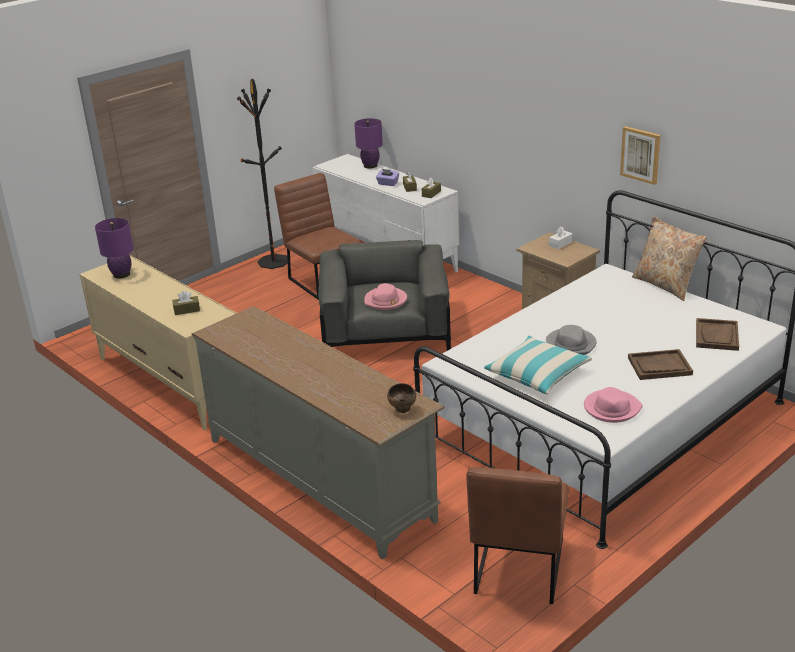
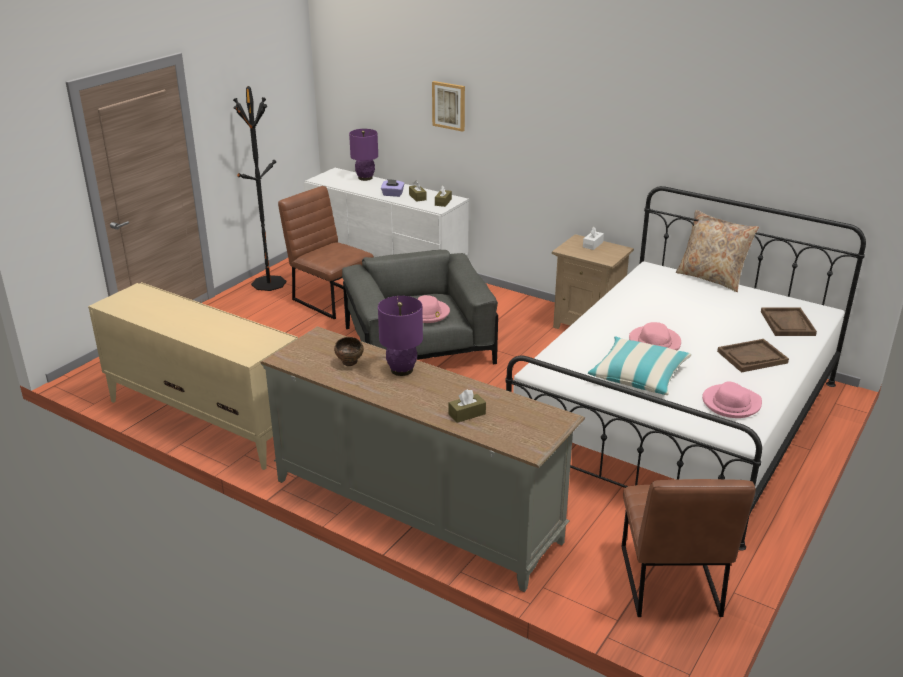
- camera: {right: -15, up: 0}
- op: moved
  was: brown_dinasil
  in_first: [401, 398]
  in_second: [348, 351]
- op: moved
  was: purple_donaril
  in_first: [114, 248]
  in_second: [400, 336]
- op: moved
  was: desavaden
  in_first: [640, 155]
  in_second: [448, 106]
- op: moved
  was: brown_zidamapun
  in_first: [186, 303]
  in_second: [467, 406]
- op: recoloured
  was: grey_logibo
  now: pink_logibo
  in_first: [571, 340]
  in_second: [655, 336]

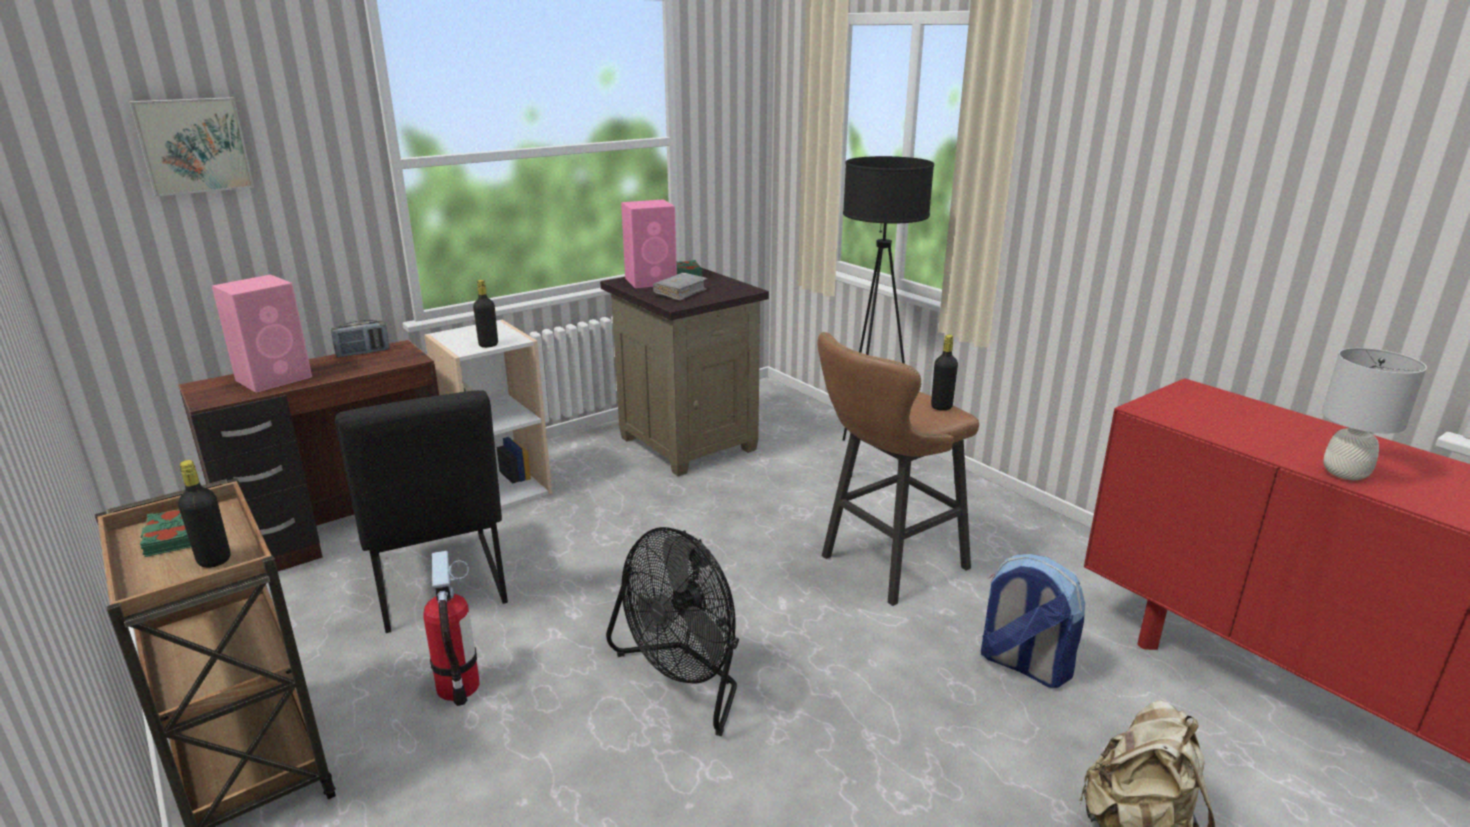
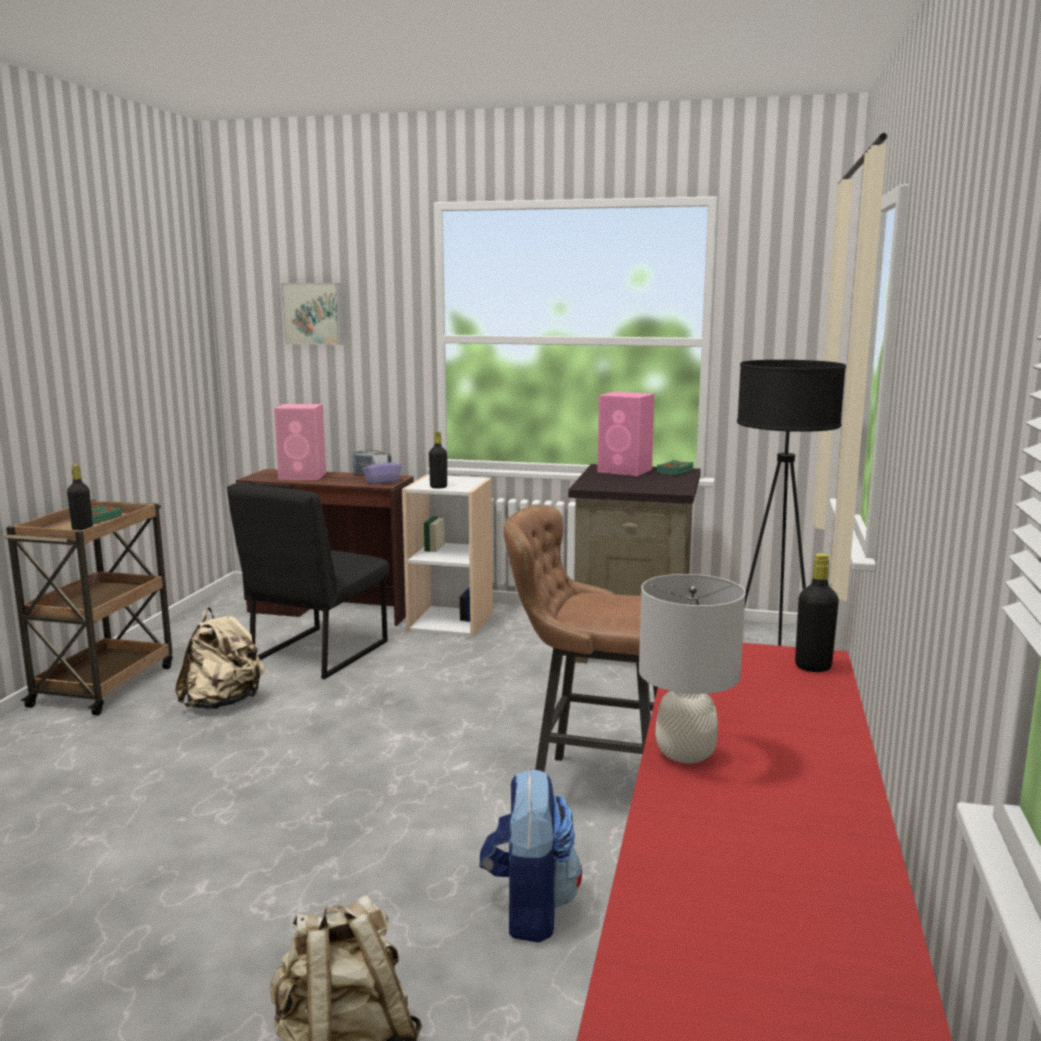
- camera: {right: 50, up: -10}
- op: replaced
  was: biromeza
  now: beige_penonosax
  in_first: [451, 628]
  in_second: [220, 658]
- op: added
  now: purple_zidamapun
  in_second: [381, 469]
- op: moved
  was: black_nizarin
  in_first: [944, 373]
  in_second: [817, 612]
- op: removed
  was: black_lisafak
  in_first: [672, 631]
- op: removed
  was: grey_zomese
  in_first: [680, 287]

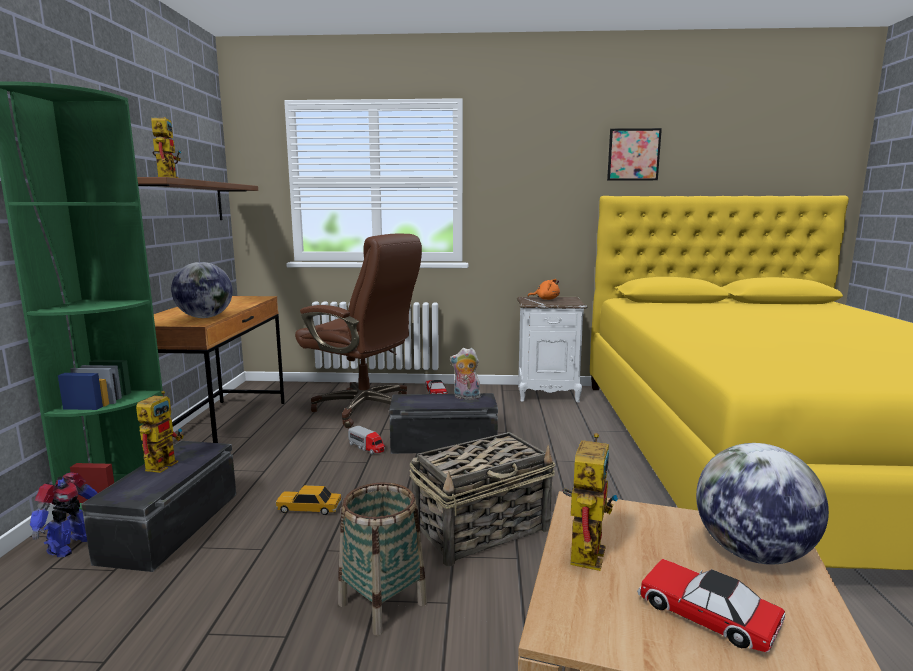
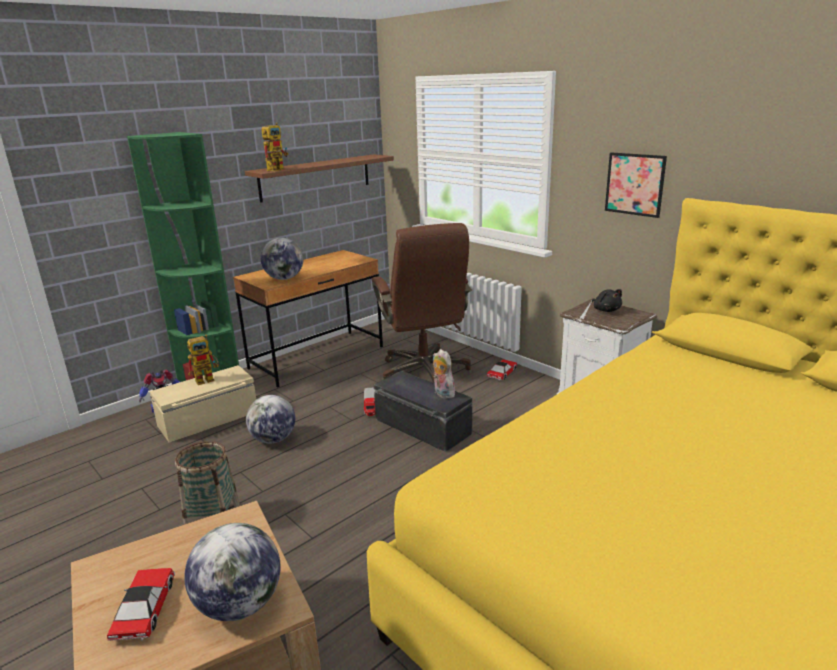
- camera: {right: 45, up: 10}
- op: recoloured
  was: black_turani
  now: beige_turani
  in_first: [158, 506]
  in_second: [202, 404]
- op: replaced
  was: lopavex
  now: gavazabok
  in_first: [309, 500]
  in_second: [270, 419]
- op: recoloured
  was: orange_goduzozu
  now: black_goduzozu
  in_first: [544, 289]
  in_second: [607, 300]
- op: moved
  was: desavaden
  in_first: [634, 154]
  in_second: [636, 185]
- op: removed
  was: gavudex
  in_first: [482, 499]
- op: removed
  was: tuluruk
  in_first: [590, 502]

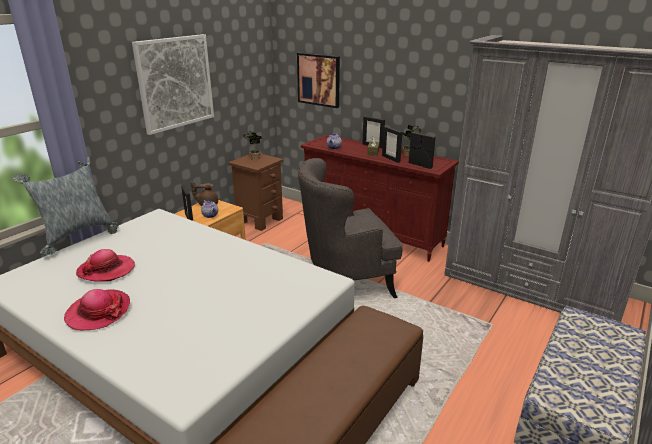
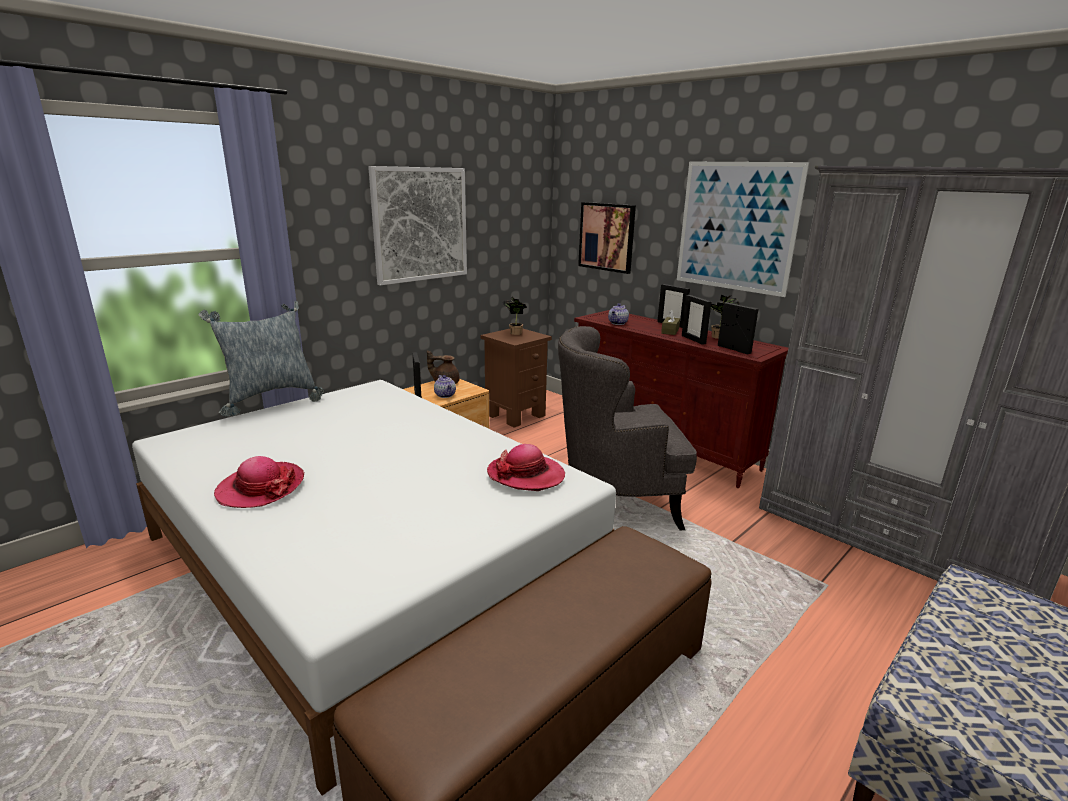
- camera: {right: 10, up: -5}
- op: moved
  was: logibo
  in_first: [105, 265]
  in_second: [526, 467]
- op: added
  now: desavaden
  in_second: [743, 229]

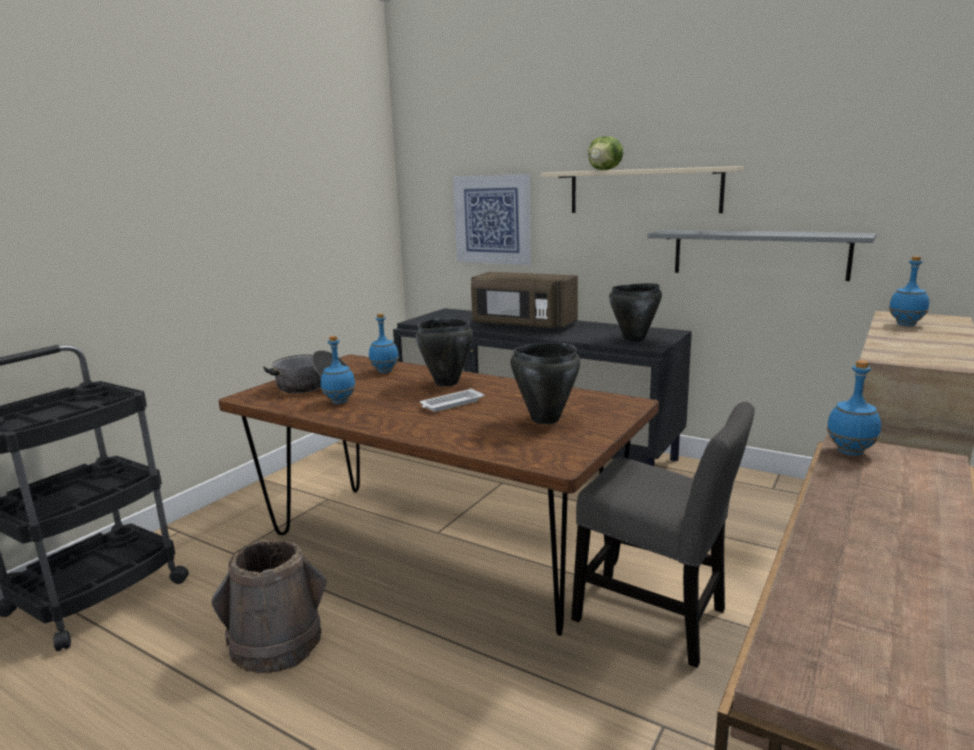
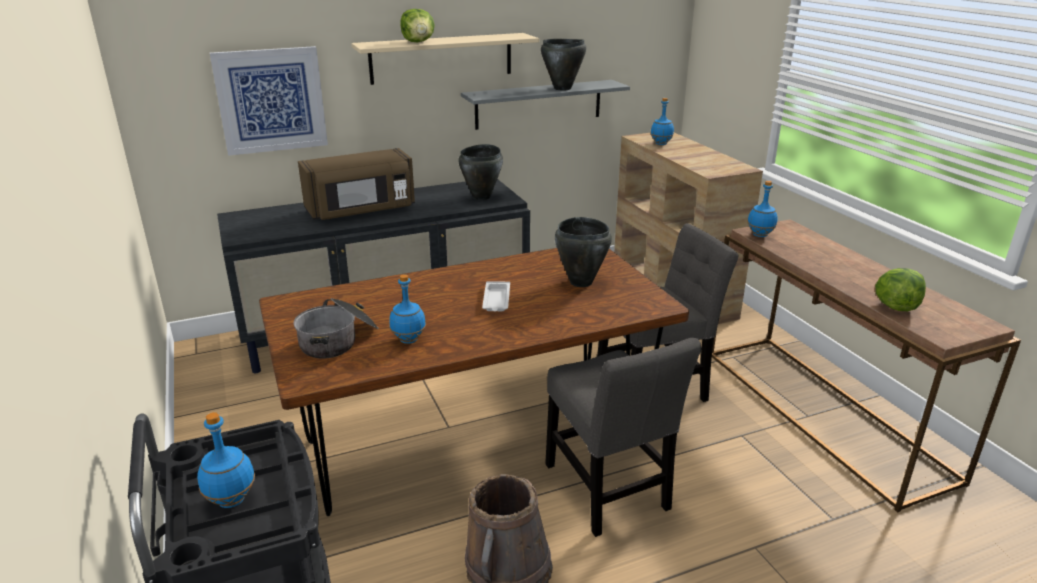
- camera: {right: -55, up: 10}
- op: moved
  was: blue_nizarin
  in_first: [384, 343]
  in_second: [226, 460]
- op: moved
  was: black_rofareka
  in_first: [444, 352]
  in_second: [563, 64]
- op: added
  now: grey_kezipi
  in_second: [623, 437]
- op: added
  now: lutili
  in_second: [900, 289]

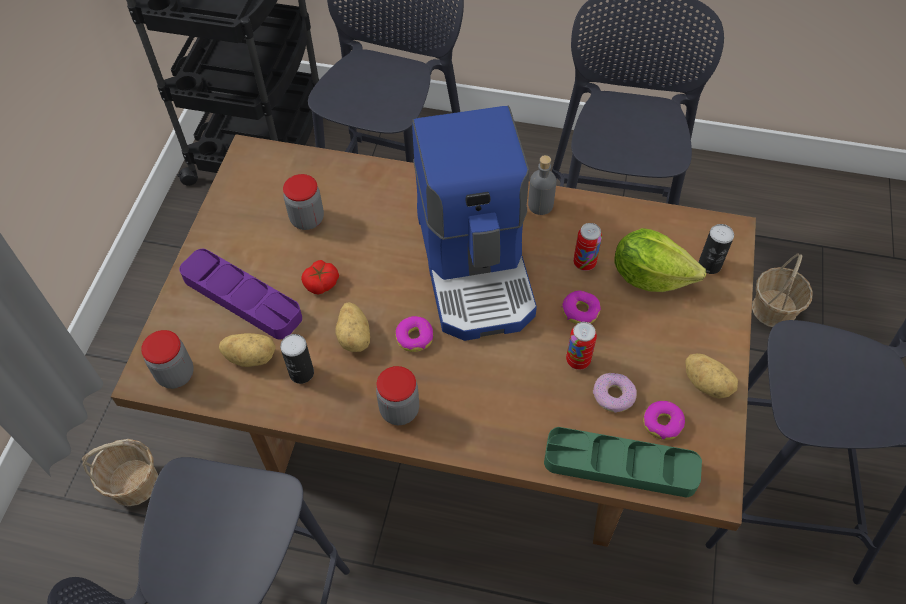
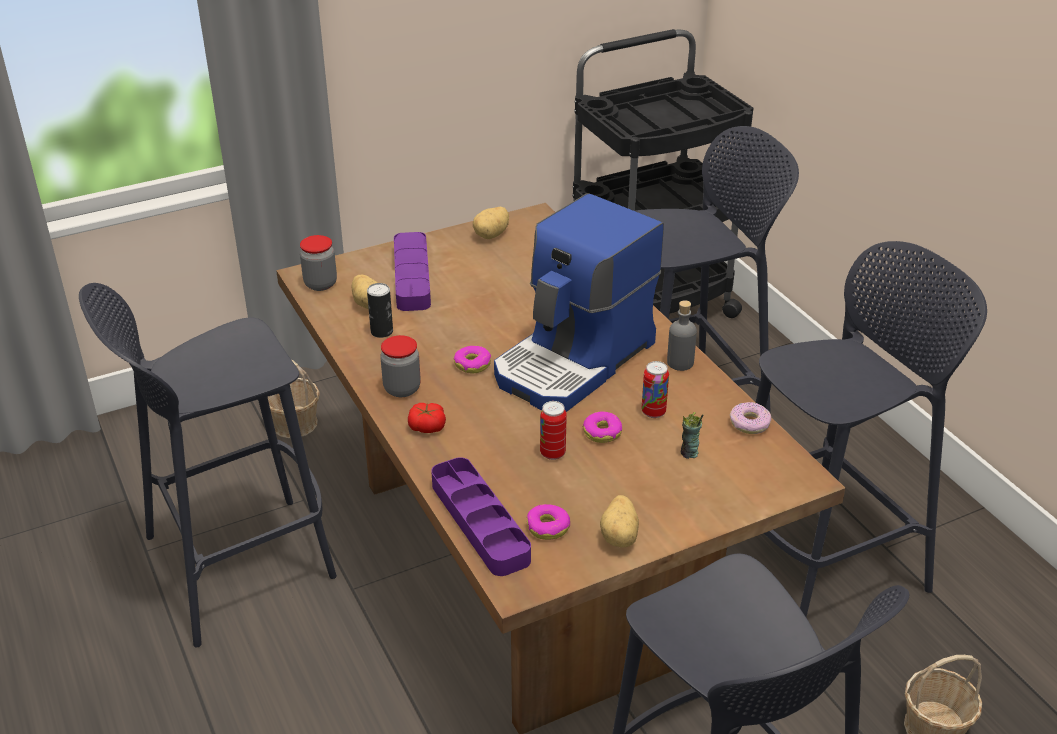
- camera: {right: 50, up: -20}
- op: moved
  was: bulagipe
  in_first: [320, 277]
  in_second: [427, 418]
- op: recoloured
  was: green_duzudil
  now: purple_duzudil
  in_first: [623, 462]
  in_second: [481, 516]
- op: moved
  was: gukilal
  in_first: [352, 327]
  in_second: [491, 223]
- op: replaced
  was: lutili
  now: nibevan
  in_first: [660, 260]
  in_second: [692, 435]
- op: moved
  was: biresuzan
  in_first: [615, 393]
  in_second: [750, 418]
- op: removed
  was: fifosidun
  in_first: [303, 202]
- op: removed
  was: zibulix
  in_first: [716, 249]

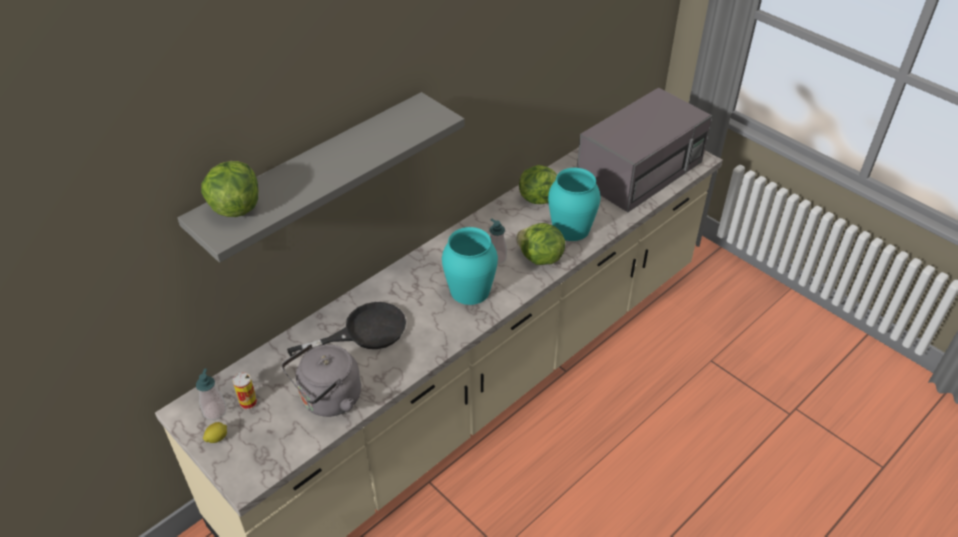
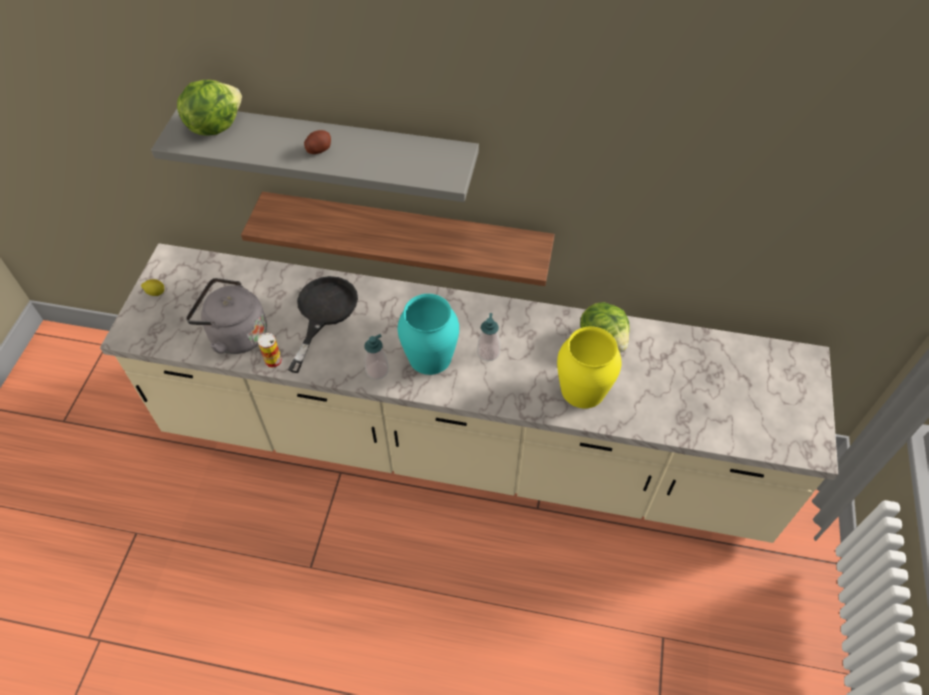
- camera: {right: 55, up: 10}
- op: added
  now: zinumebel
  in_second: [398, 239]
- op: moved
  was: zibulix
  in_first: [245, 391]
  in_second: [270, 350]
- op: turned
  was: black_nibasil
  in_first: [346, 329]
  in_second: [323, 324]
  clockwise: -105
- op: added
  now: gukilal
  in_second: [317, 142]
- op: moved
  was: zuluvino
  in_first: [211, 394]
  in_second: [376, 356]
- op: recoloured
  was: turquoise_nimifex
  now: yellow_nimifex
  in_first: [574, 204]
  in_second: [589, 367]
- op: removed
  was: lutili
  in_first: [540, 244]
- op: removed
  was: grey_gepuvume
  in_first: [644, 149]

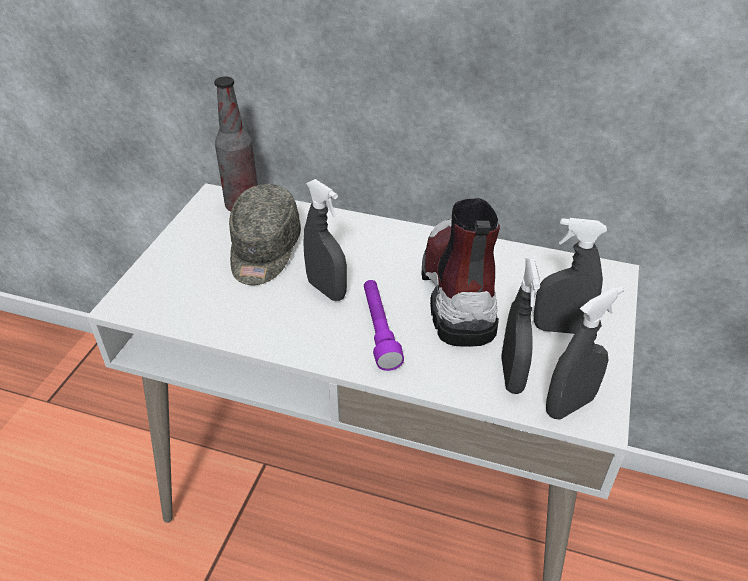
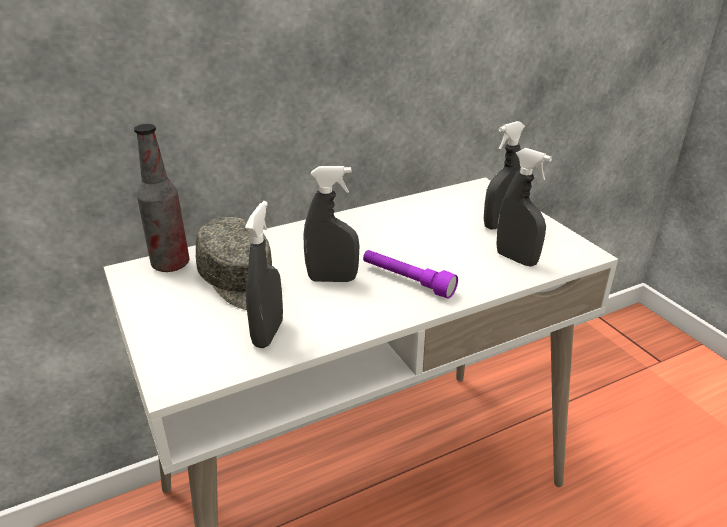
- camera: {right: -45, up: -10}
- op: moved
  was: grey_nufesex
  in_first: [585, 353]
  in_second: [264, 274]
- op: removed
  was: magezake
  in_first: [460, 272]

